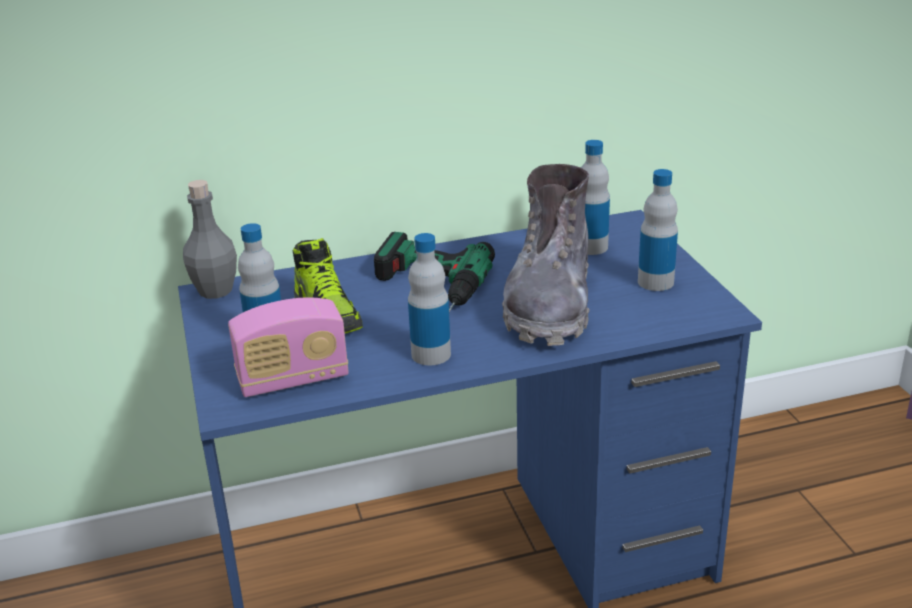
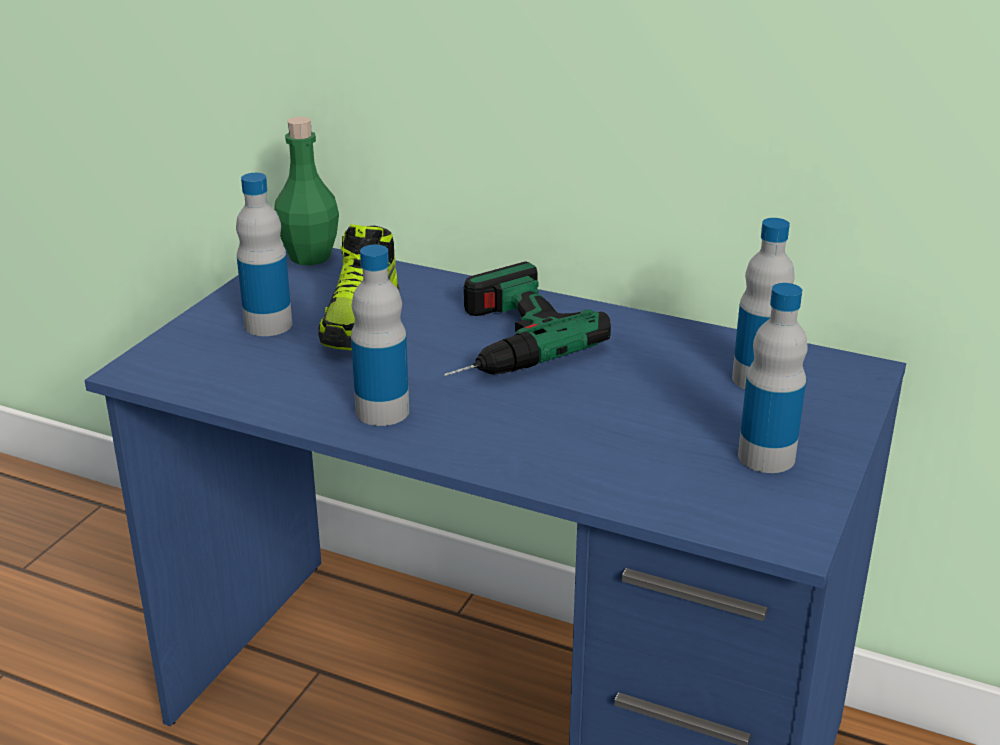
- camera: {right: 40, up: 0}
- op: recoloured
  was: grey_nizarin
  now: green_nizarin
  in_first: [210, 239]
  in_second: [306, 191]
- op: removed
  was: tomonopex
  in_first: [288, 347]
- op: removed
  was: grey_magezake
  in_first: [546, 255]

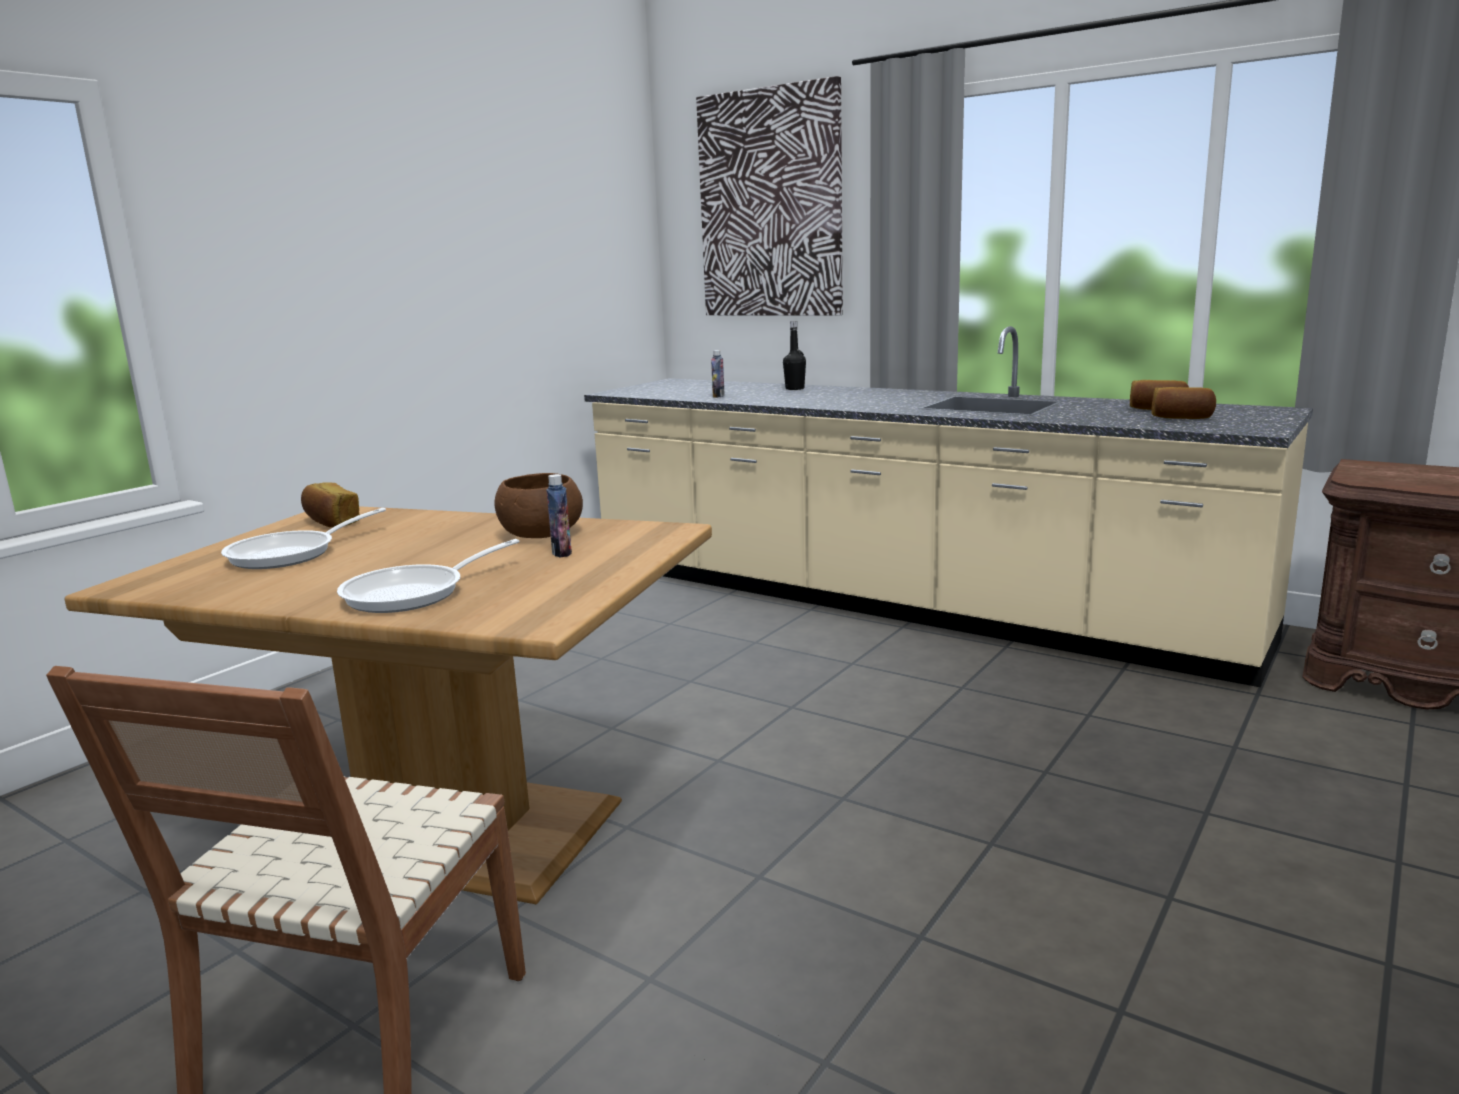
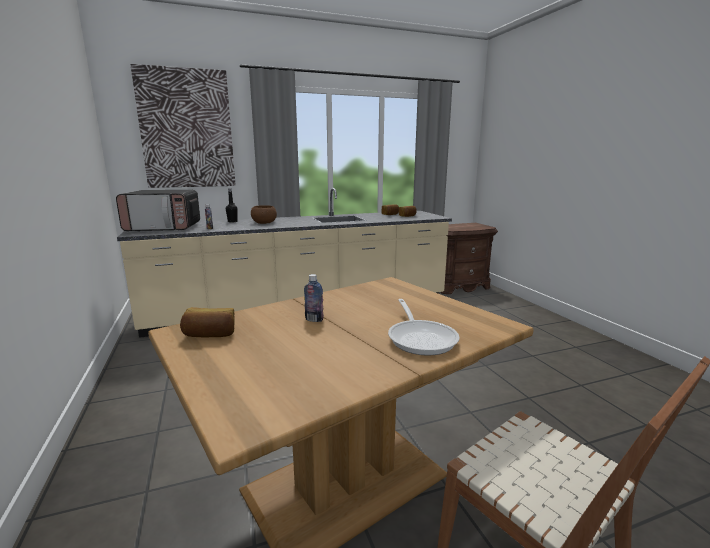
- camera: {right: -55, up: 0}
- op: added
  now: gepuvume
  in_second: [158, 210]
- op: moved
  was: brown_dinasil
  in_first: [539, 505]
  in_second: [264, 214]
- op: moved
  was: nizarin
  in_first: [559, 516]
  in_second: [314, 298]
- op: removed
  was: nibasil
  in_first: [303, 538]

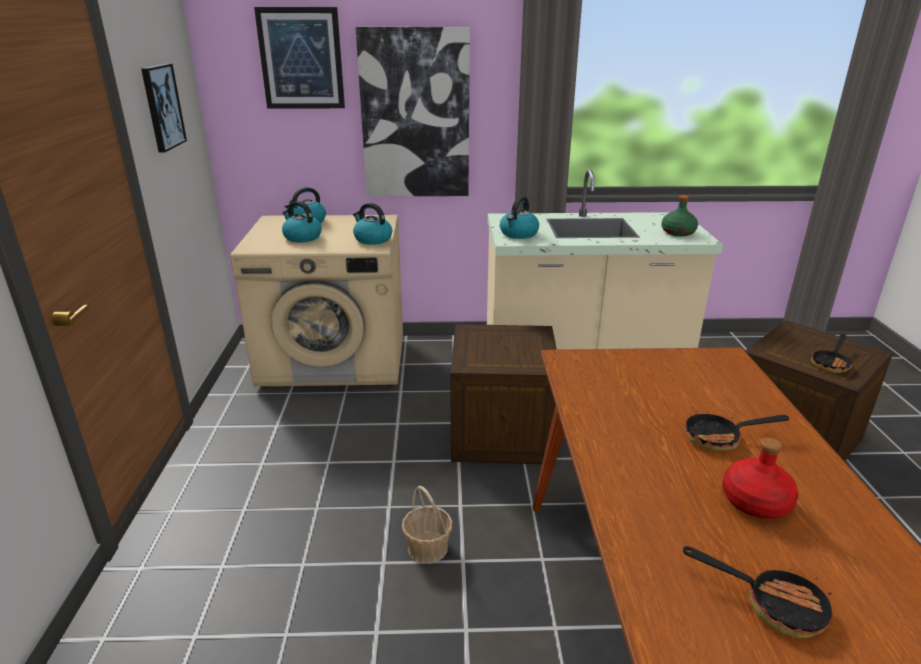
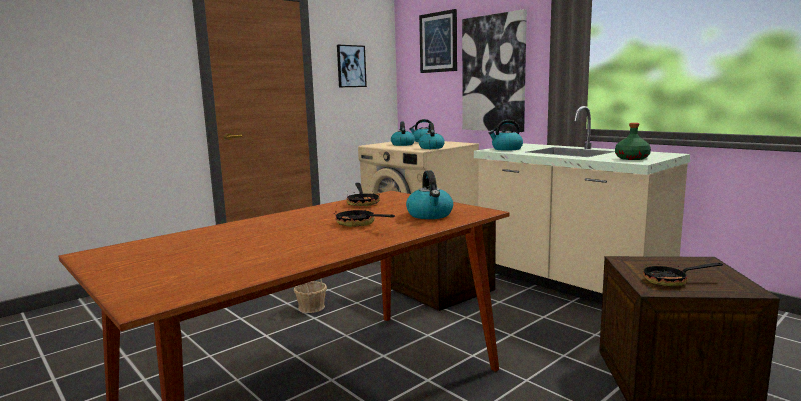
- camera: {right: 50, up: -15}
- op: moved
  was: nibasil
  in_first: [759, 592]
  in_second: [363, 194]
- op: added
  now: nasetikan
  in_second: [429, 194]
- op: removed
  was: red_nizarin
  in_first: [760, 478]

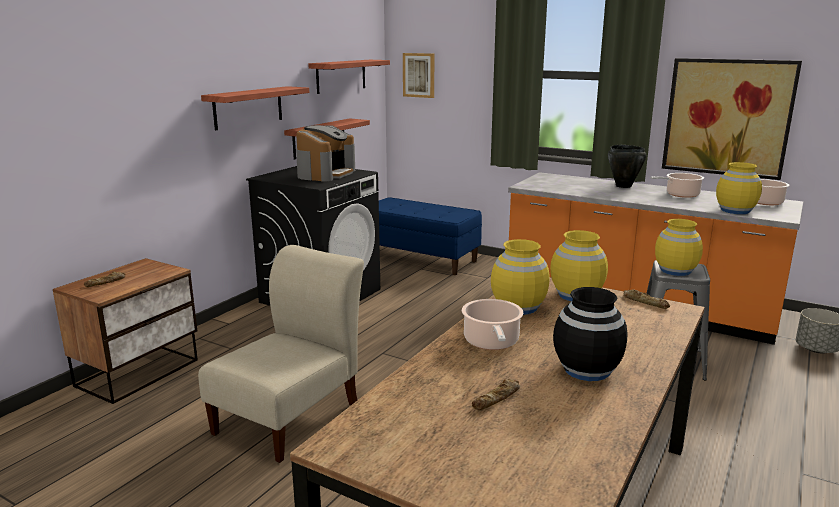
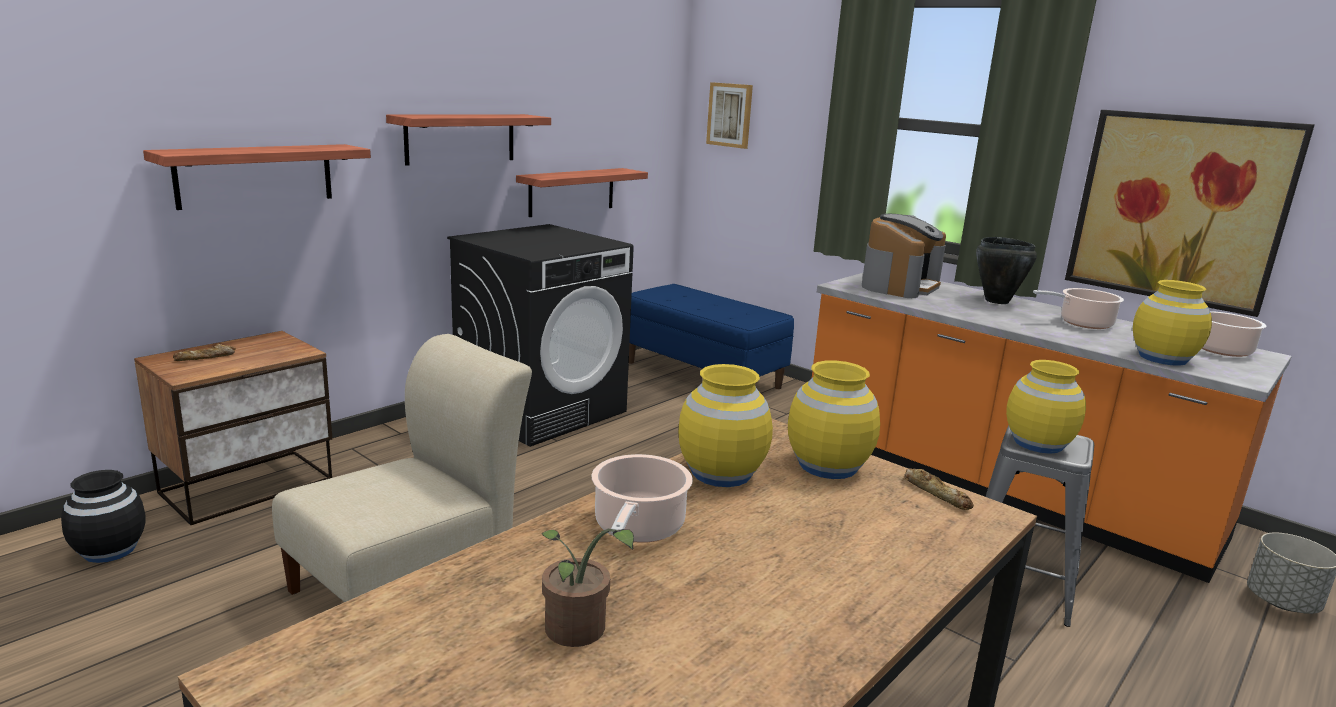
- camera: {right: 10, up: 0}
- op: moved
  was: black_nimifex
  in_first: [590, 334]
  in_second: [103, 516]
- op: moved
  was: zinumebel
  in_first: [349, 77]
  in_second: [257, 177]
- op: replaced
  was: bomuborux
  now: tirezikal
  in_first: [496, 394]
  in_second: [588, 588]
- op: moved
  was: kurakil
  in_first: [325, 153]
  in_second: [904, 256]

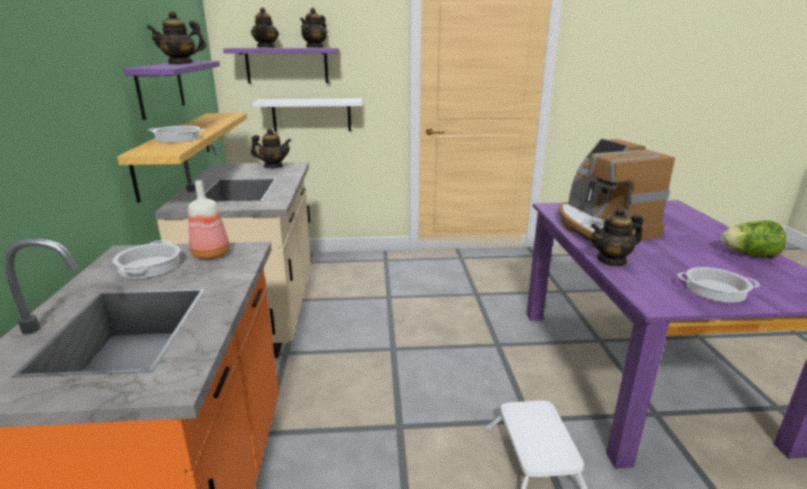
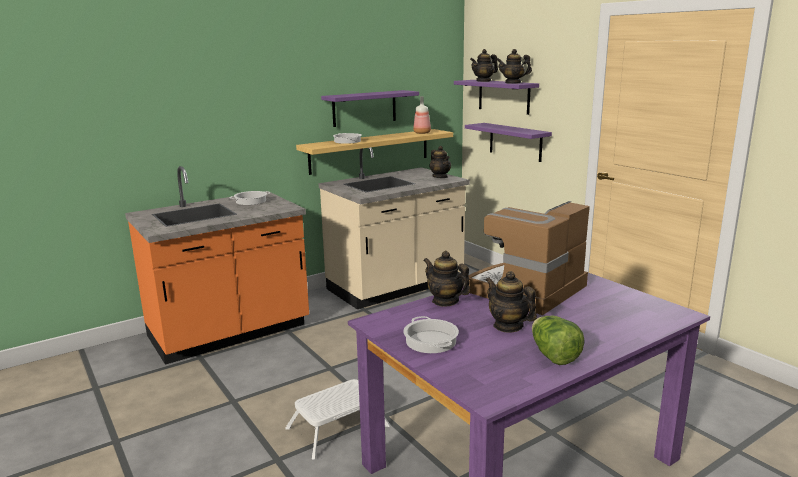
- camera: {right: 60, up: -5}
- op: moved
  was: nizarin
  in_first: [209, 219]
  in_second: [422, 115]
- op: recoloured
  was: white_zinumebel
  now: purple_zinumebel
  in_first: [307, 115]
  in_second: [508, 142]
- op: moved
  was: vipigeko
  in_first: [176, 37]
  in_second: [511, 302]

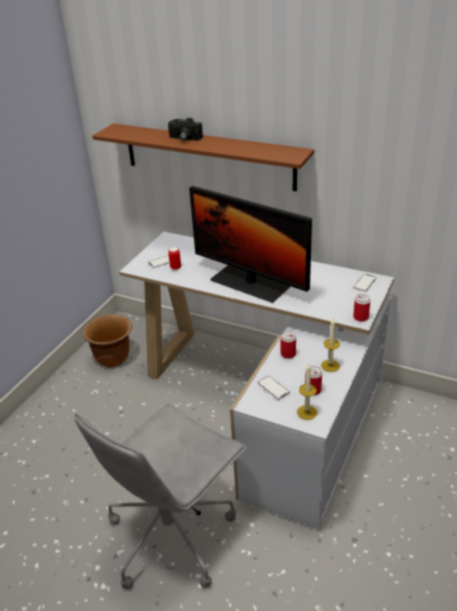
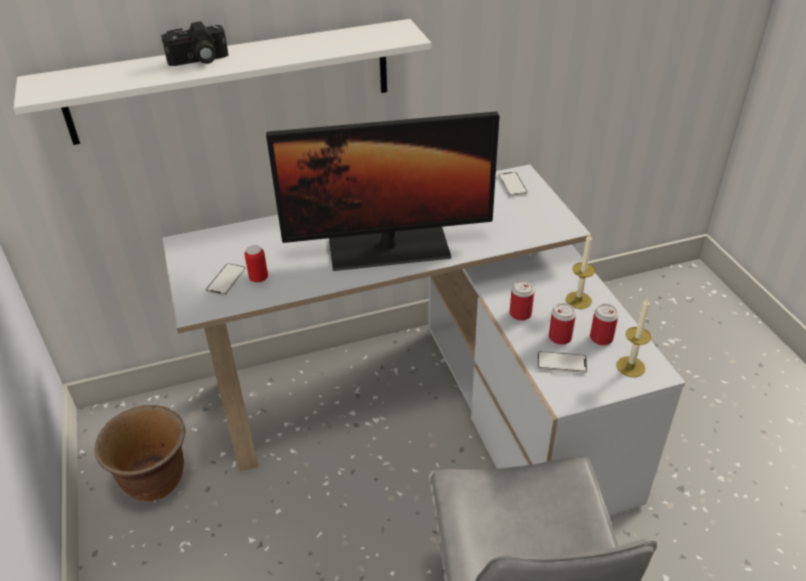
- camera: {right: -45, up: 5}
- op: recoloured
  was: brown_zinumebel
  now: white_zinumebel
  in_first: [203, 157]
  in_second: [222, 82]
- op: moved
  was: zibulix
  in_first: [362, 308]
  in_second: [562, 324]

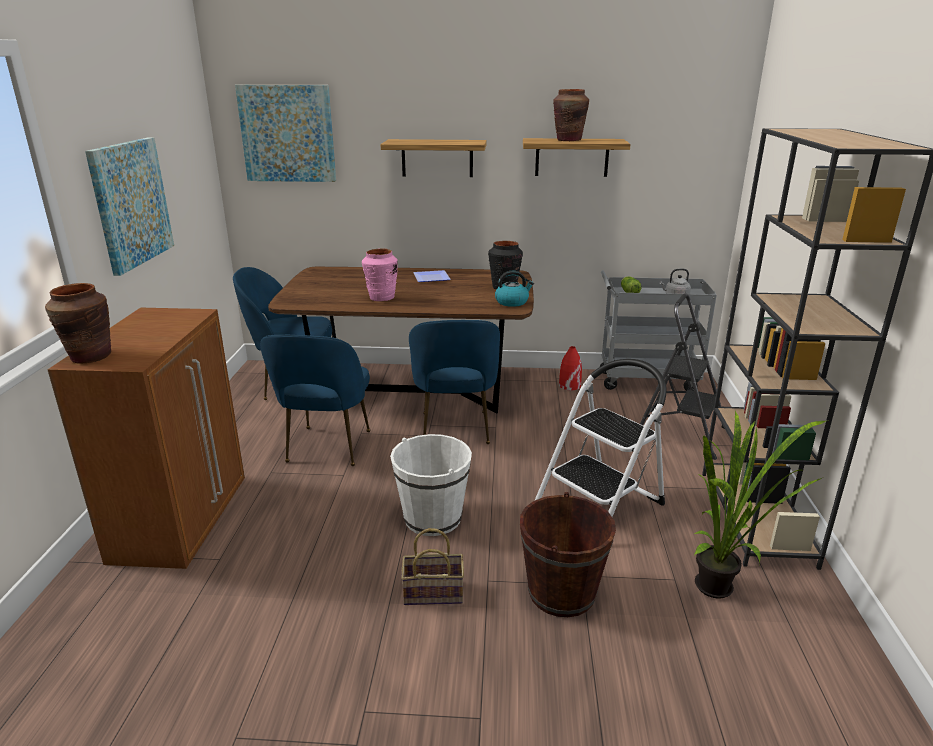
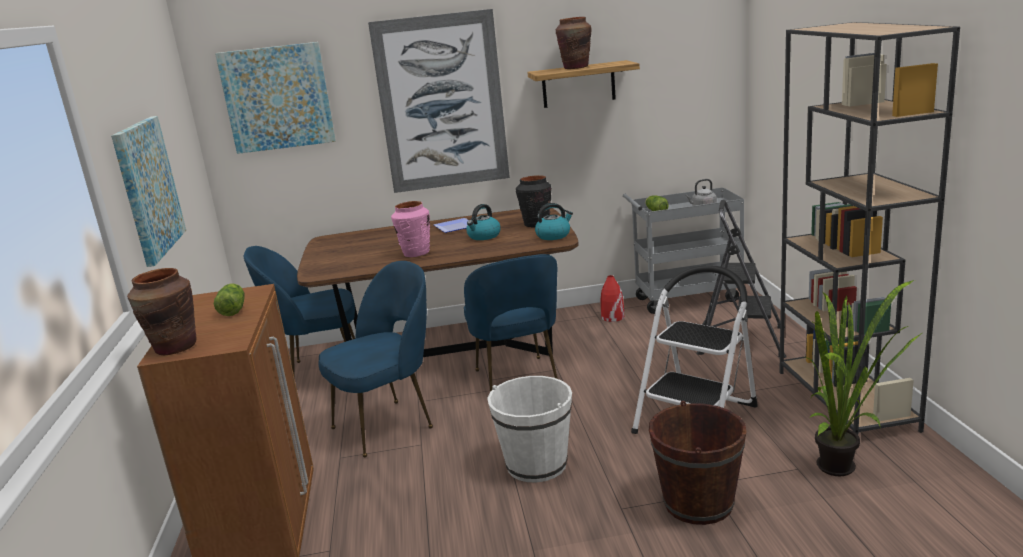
- camera: {right: -10, up: -5}
- op: added
  now: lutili
  in_second: [229, 300]
- op: turned
  was: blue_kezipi
  in_first: [315, 400]
  in_second: [375, 359]
  clockwise: -120
- op: replaced
  was: zinumebel
  now: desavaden
  in_first: [433, 158]
  in_second: [439, 101]
- op: added
  now: nasetikan
  in_second: [483, 222]
- op: removed
  was: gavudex
  in_first: [432, 566]

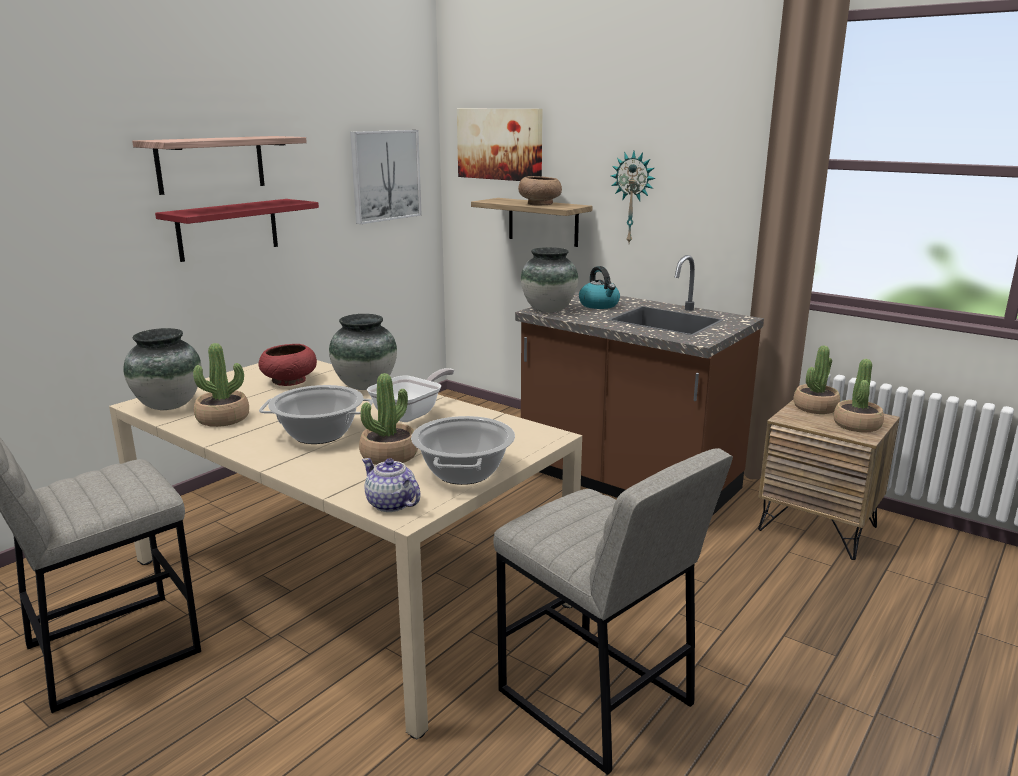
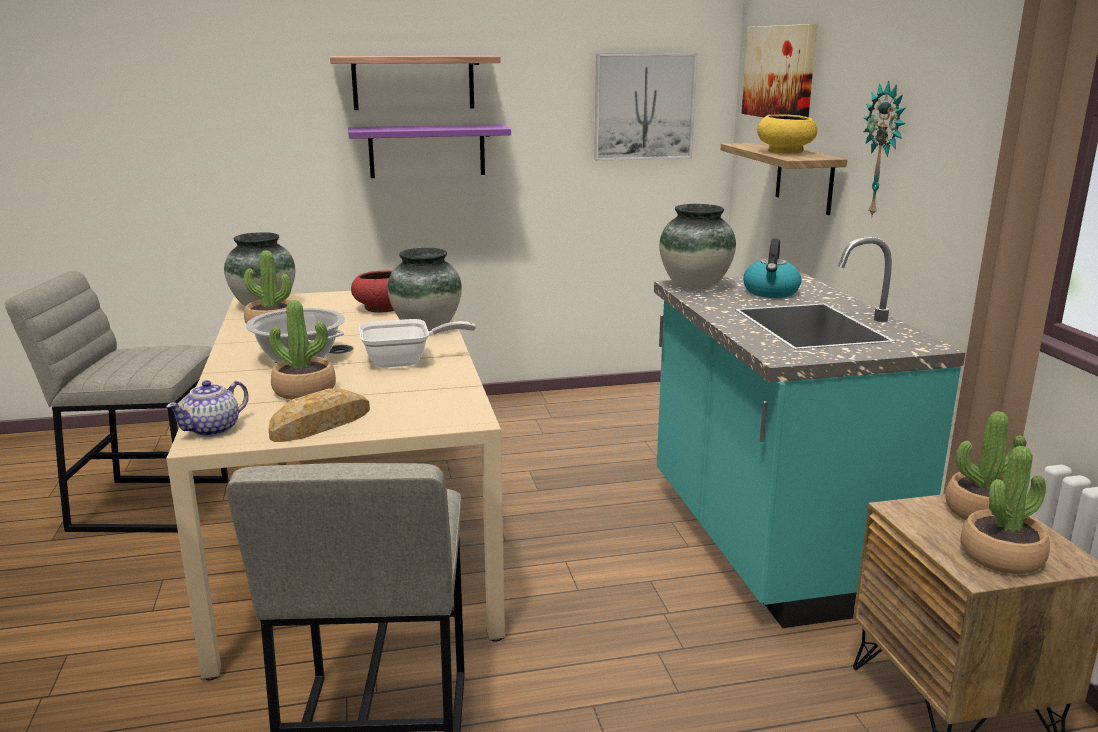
- camera: {right: 40, up: 0}
- op: turned
  was: vipigeko
  in_first: [391, 485]
  in_second: [207, 408]
  clockwise: -135
- op: replaced
  was: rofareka
  now: bomuborux
  in_first: [463, 450]
  in_second: [319, 415]
- op: recoloured
  was: red_zinumebel
  now: purple_zinumebel
  in_first: [237, 230]
  in_second: [429, 151]
- op: recoloured
  was: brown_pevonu
  now: turquoise_pevonu
  in_first: [639, 385]
  in_second: [809, 432]
- op: recoloured
  was: brown_dinasil
  now: yellow_dinasil
  in_first: [540, 190]
  in_second: [787, 134]

